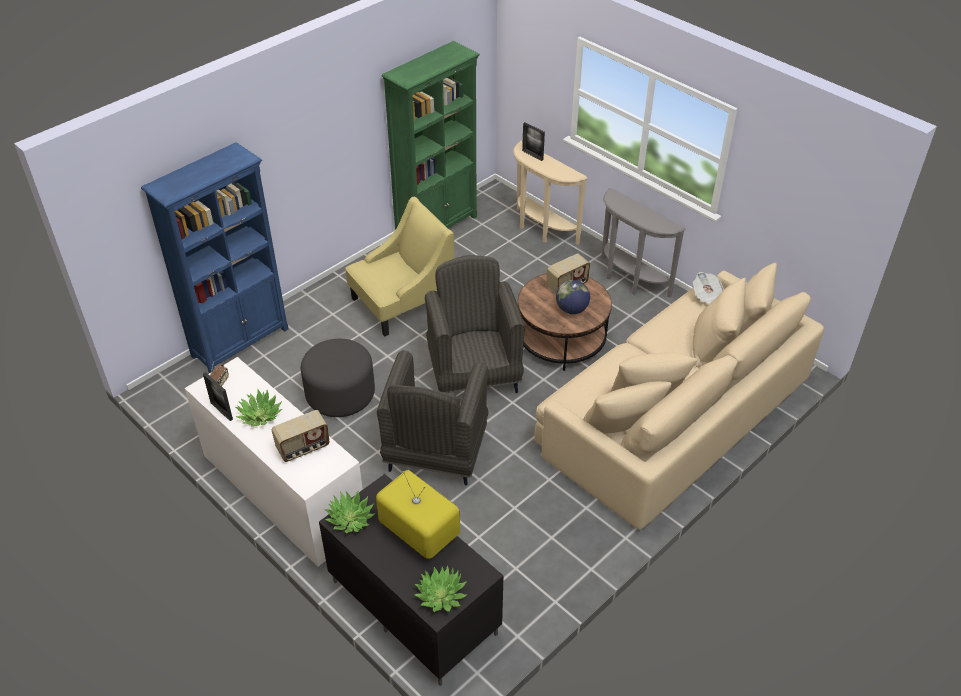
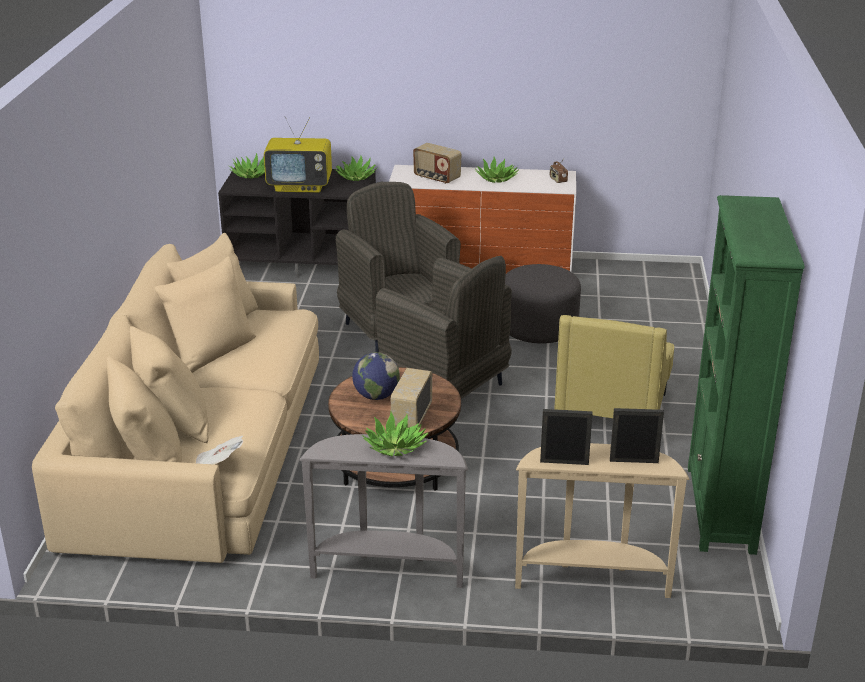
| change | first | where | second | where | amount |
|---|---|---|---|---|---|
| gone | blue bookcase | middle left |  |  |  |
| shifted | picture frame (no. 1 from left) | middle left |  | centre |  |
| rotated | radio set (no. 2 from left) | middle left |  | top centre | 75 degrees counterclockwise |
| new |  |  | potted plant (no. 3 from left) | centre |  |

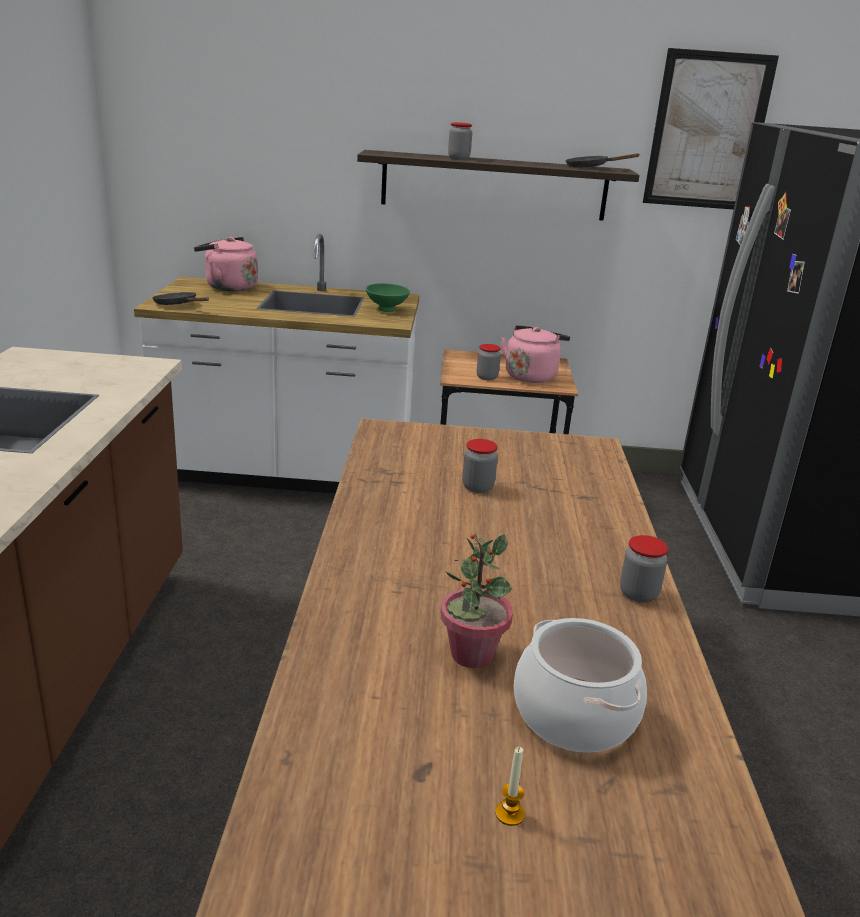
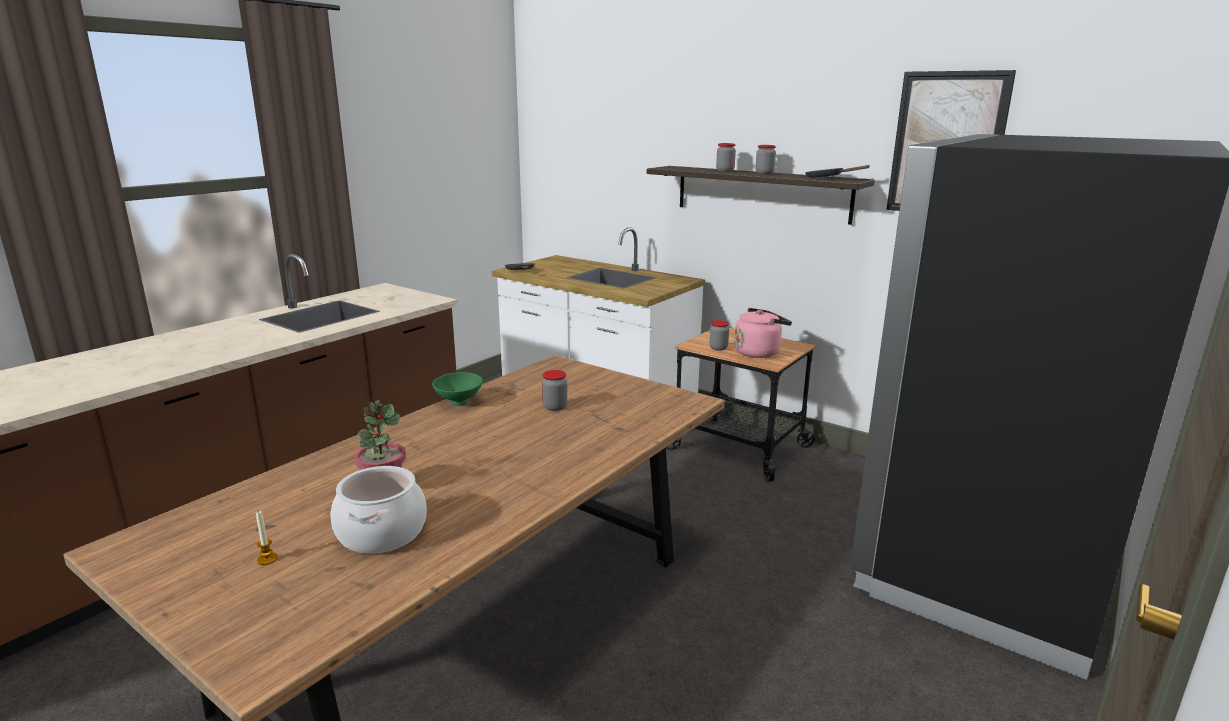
| change | first | where | second | where | amount |
|---|---|---|---|---|---|
| gone | pink kettle (no. 1 from left) | top left |  |  |  |
| shifted | green deep dish | top centre |  | centre |  |
| shifted | preserve jar (no. 4 from left) | middle right |  | top centre |  |

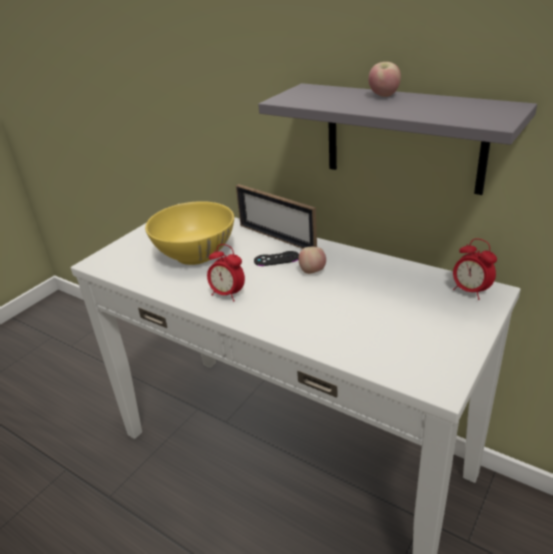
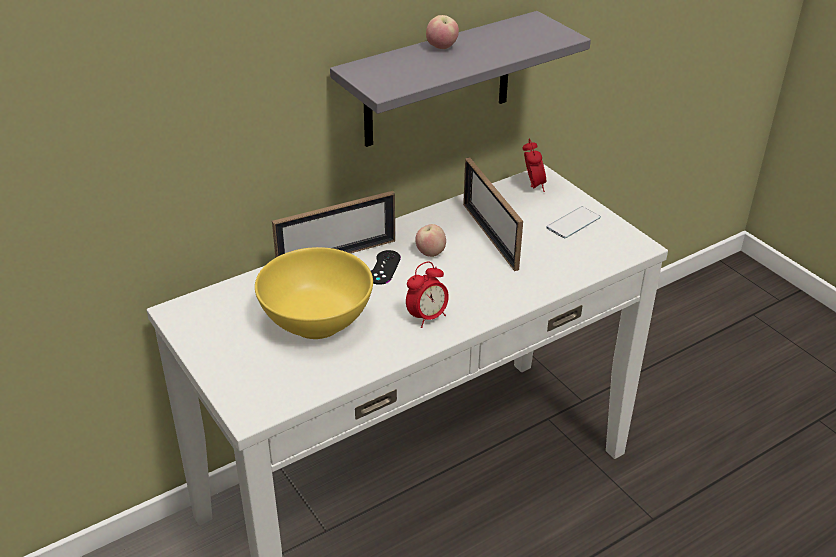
| change | first | where | second | where | amount |
|---|---|---|---|---|---|
| rotated | bedside clock (no. 2 from left) | middle right |  | top centre | 75 degrees counterclockwise |
| new |  |  | picture frame (no. 2 from left) | centre |  |
| new |  |  | handset | middle right |  |

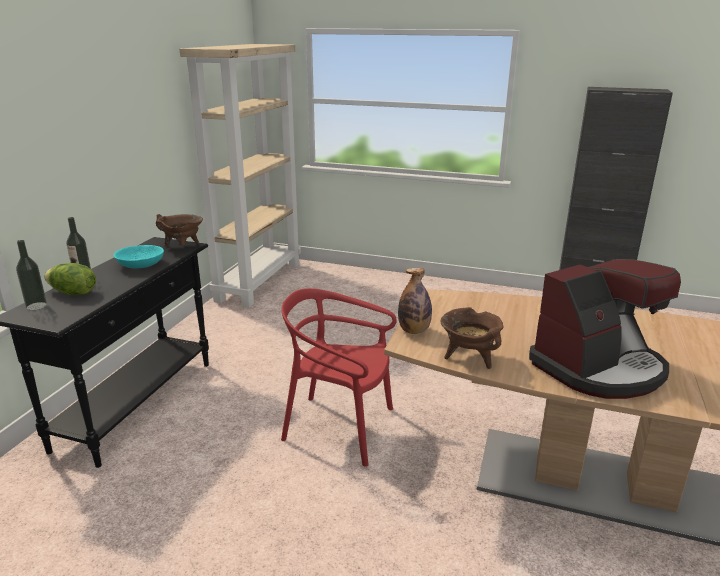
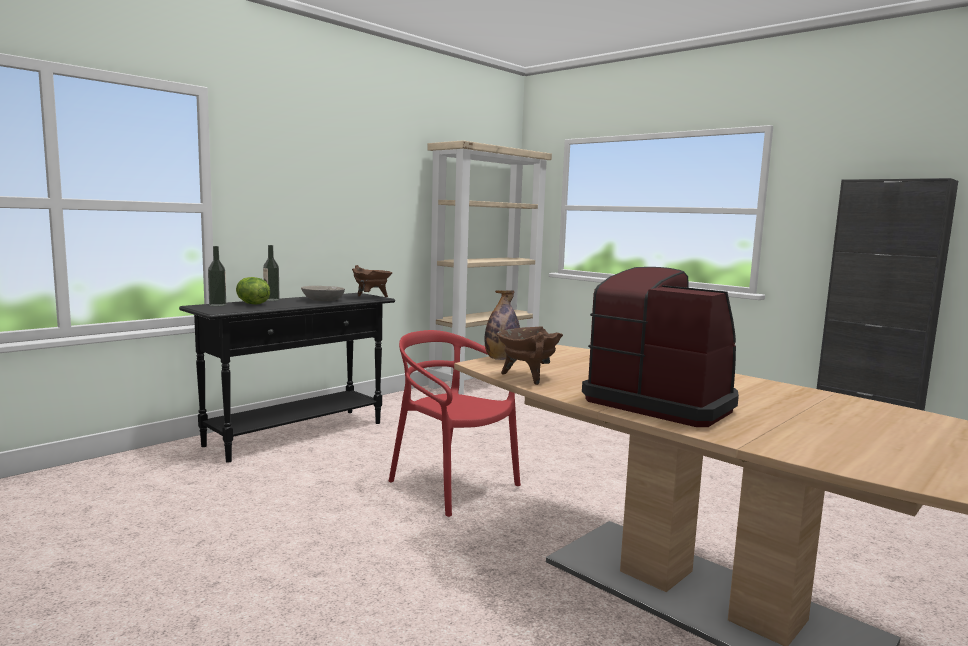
| change | first | where | second | where | amount |
|---|---|---|---|---|---|
| repainted | blue-green deep dish | middle left | grey deep dish | centre |  |
| rotated | coffee maker | middle right |  | middle right | 135 degrees counterclockwise |

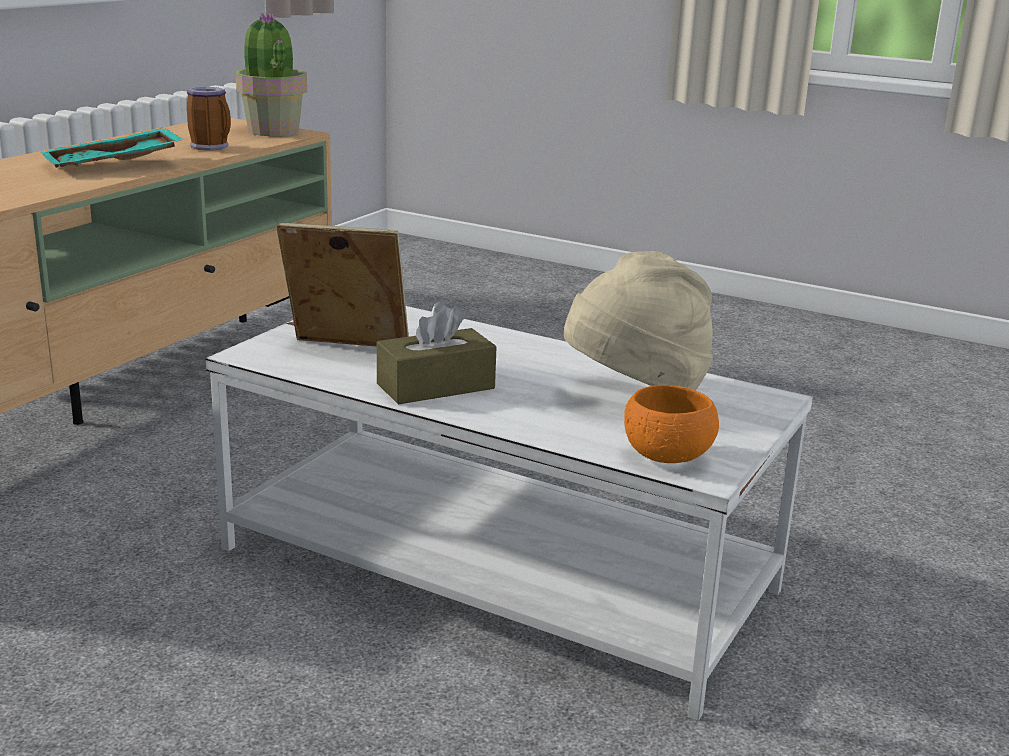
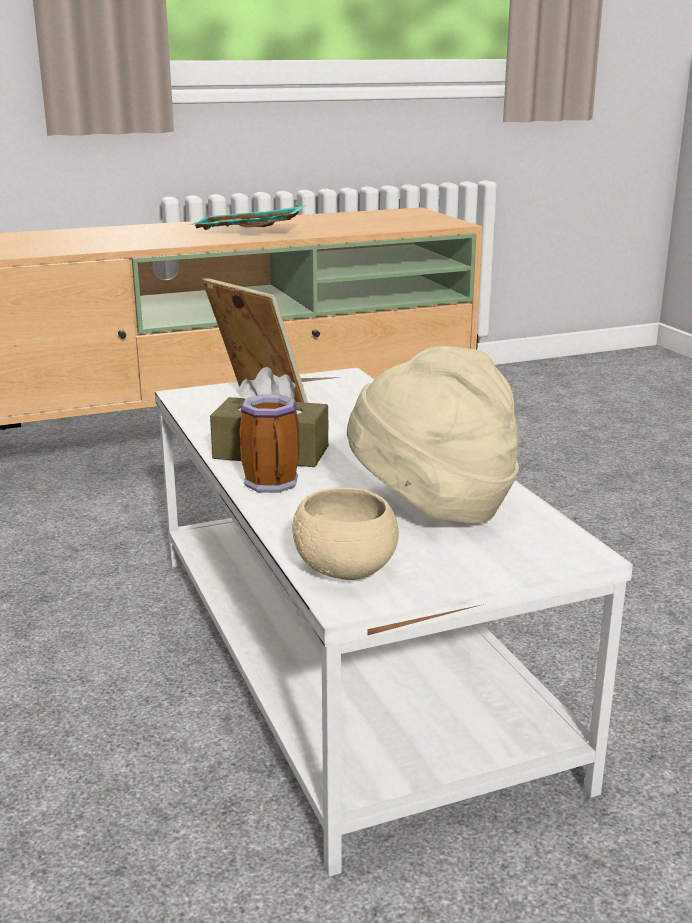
| change | first | where | second | where | amount |
|---|---|---|---|---|---|
| gone | potted plant | top left |  |  |  |
| shifted | coffee mug | top left |  | centre |  |
| repainted | orangey deep dish | centre | beige deep dish | centre |  |

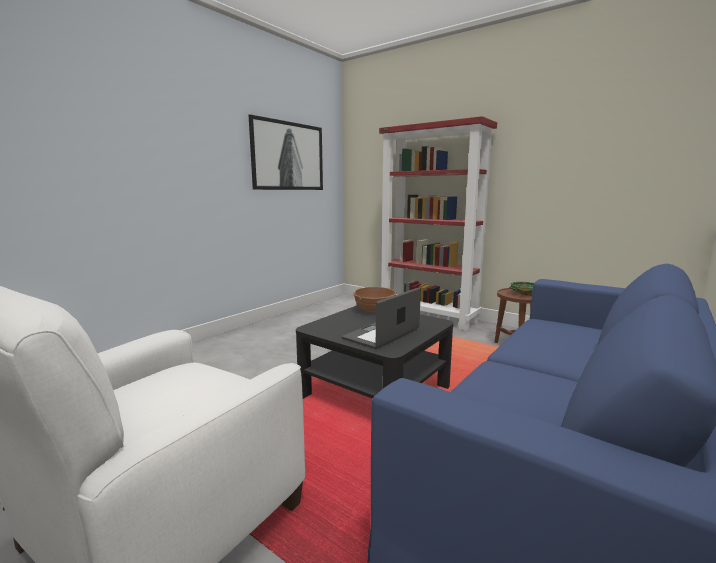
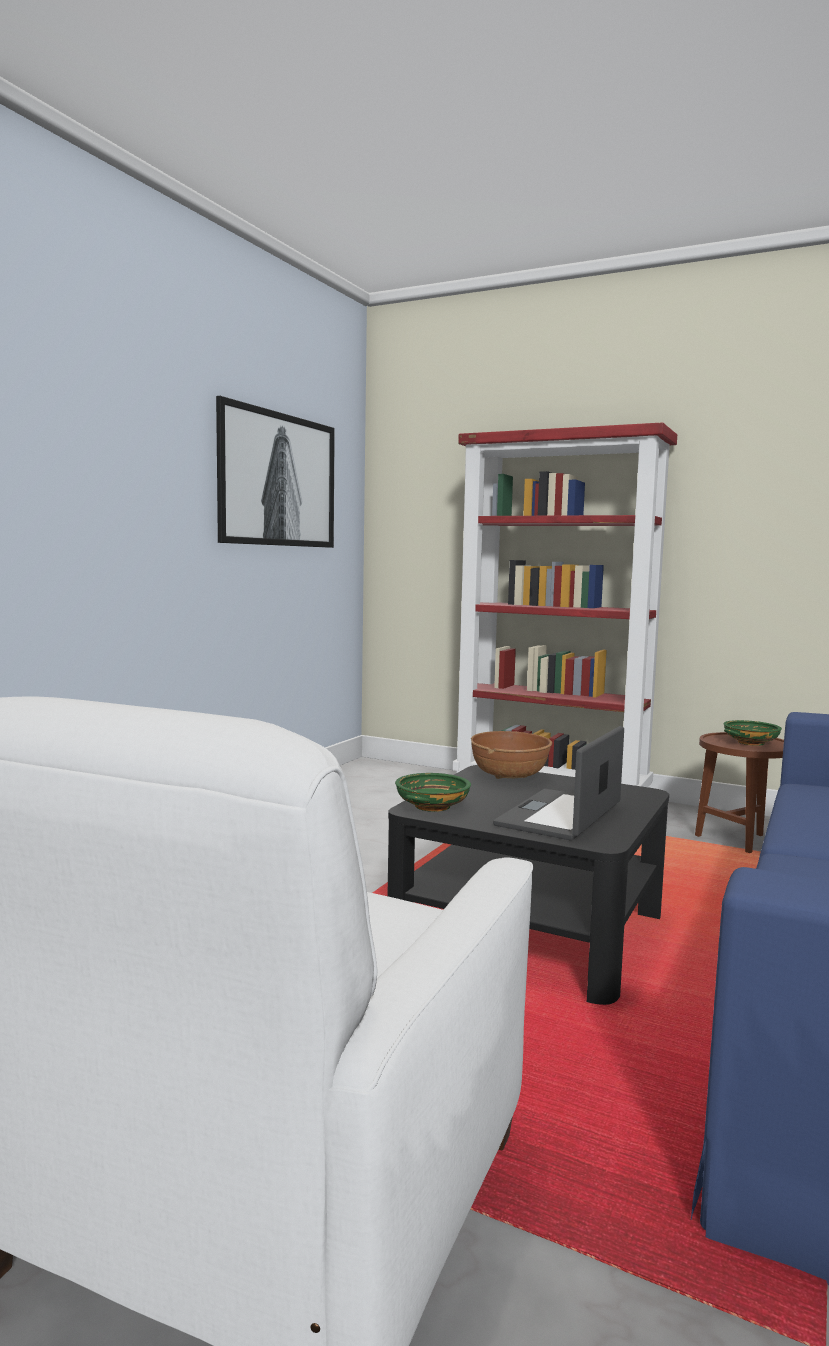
| change | first | where | second | where | amount |
|---|---|---|---|---|---|
| new |  |  | green deep dish (no. 1 from left) | centre |  |

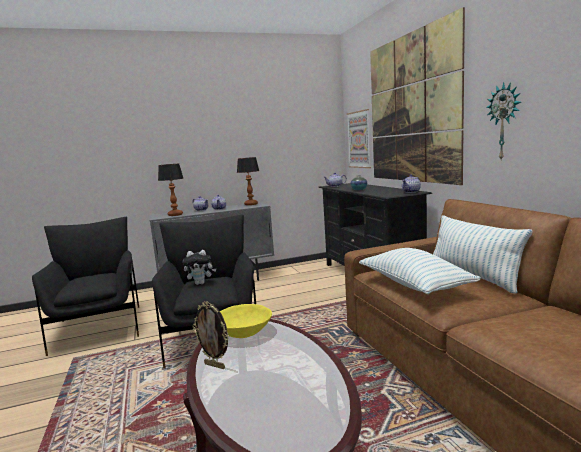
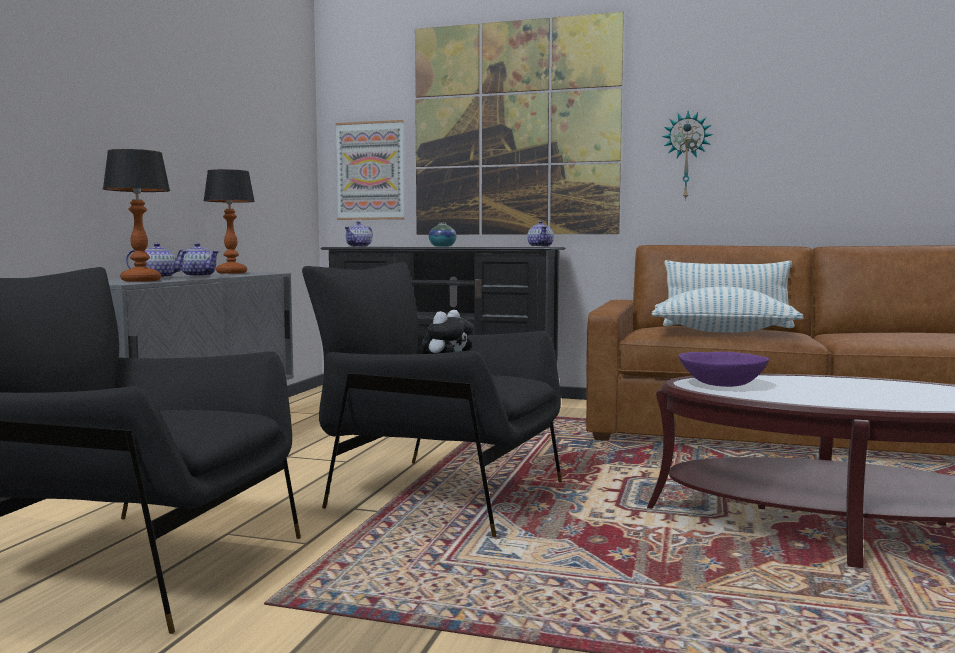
| change | first | where | second | where | amount |
|---|---|---|---|---|---|
| gone | picture frame | bottom centre |  |  |  |
| repainted | yellow-coloured deep dish | bottom centre | purple deep dish | middle right |  |

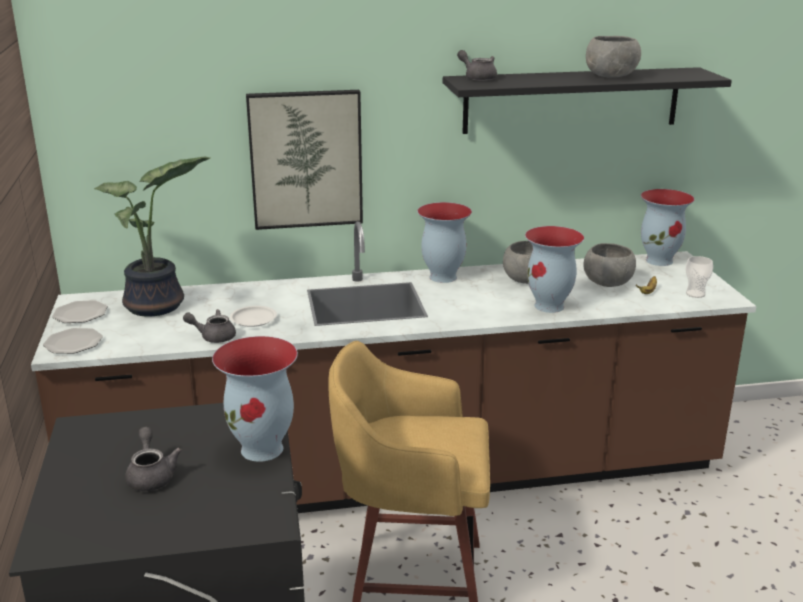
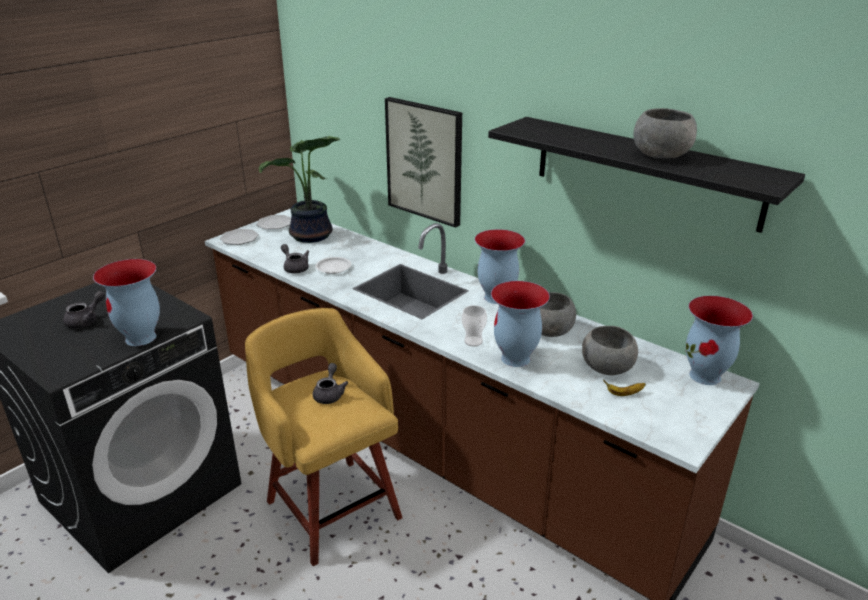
| change | first | where | second | where | amount |
|---|---|---|---|---|---|
| shifted | grey pot for tea (no. 3 from left) | top centre |  | centre |  |
| shifted | small cup | middle right |  | centre |  |

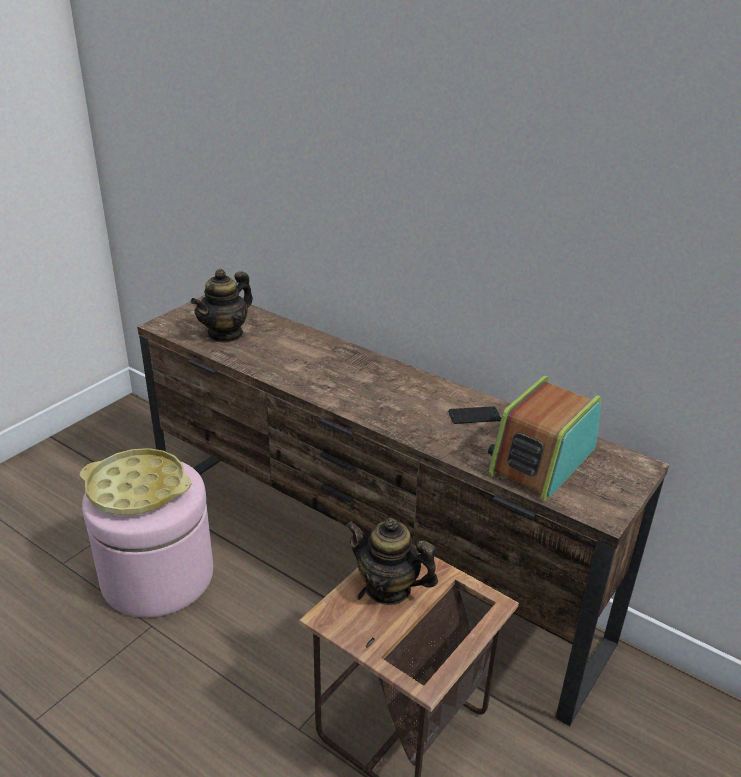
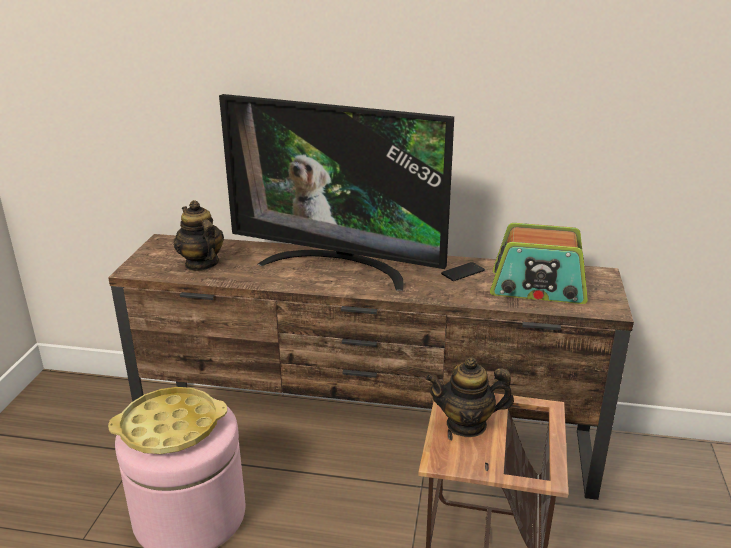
| change | first | where | second | where | amount |
|---|---|---|---|---|---|
| rotated | pot for tea (no. 1 from left) | middle left |  | middle left | 135 degrees clockwise |
| rotated | radio set | middle right |  | middle right | 90 degrees counterclockwise |
| new |  |  | TV set | centre |  |

